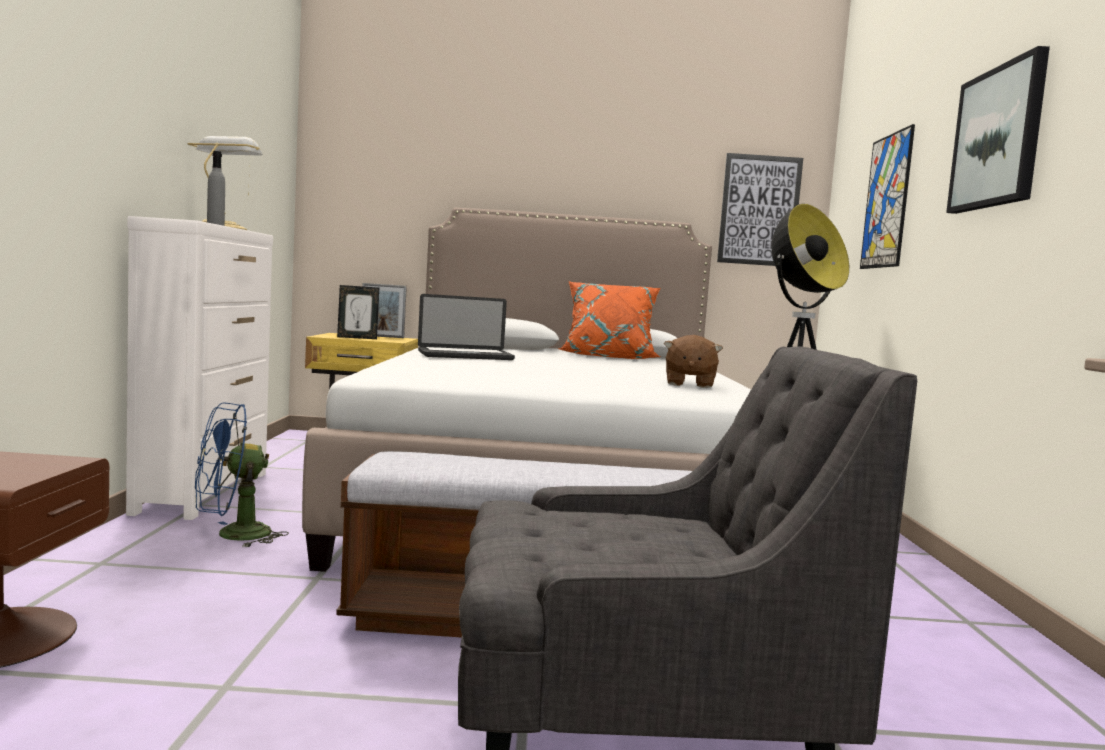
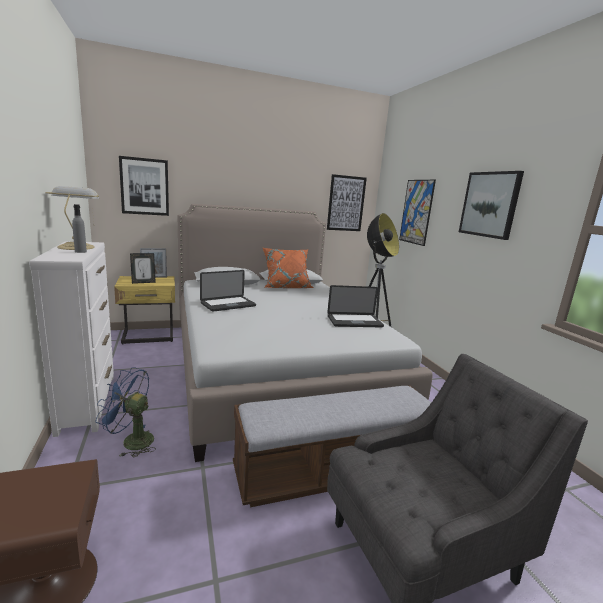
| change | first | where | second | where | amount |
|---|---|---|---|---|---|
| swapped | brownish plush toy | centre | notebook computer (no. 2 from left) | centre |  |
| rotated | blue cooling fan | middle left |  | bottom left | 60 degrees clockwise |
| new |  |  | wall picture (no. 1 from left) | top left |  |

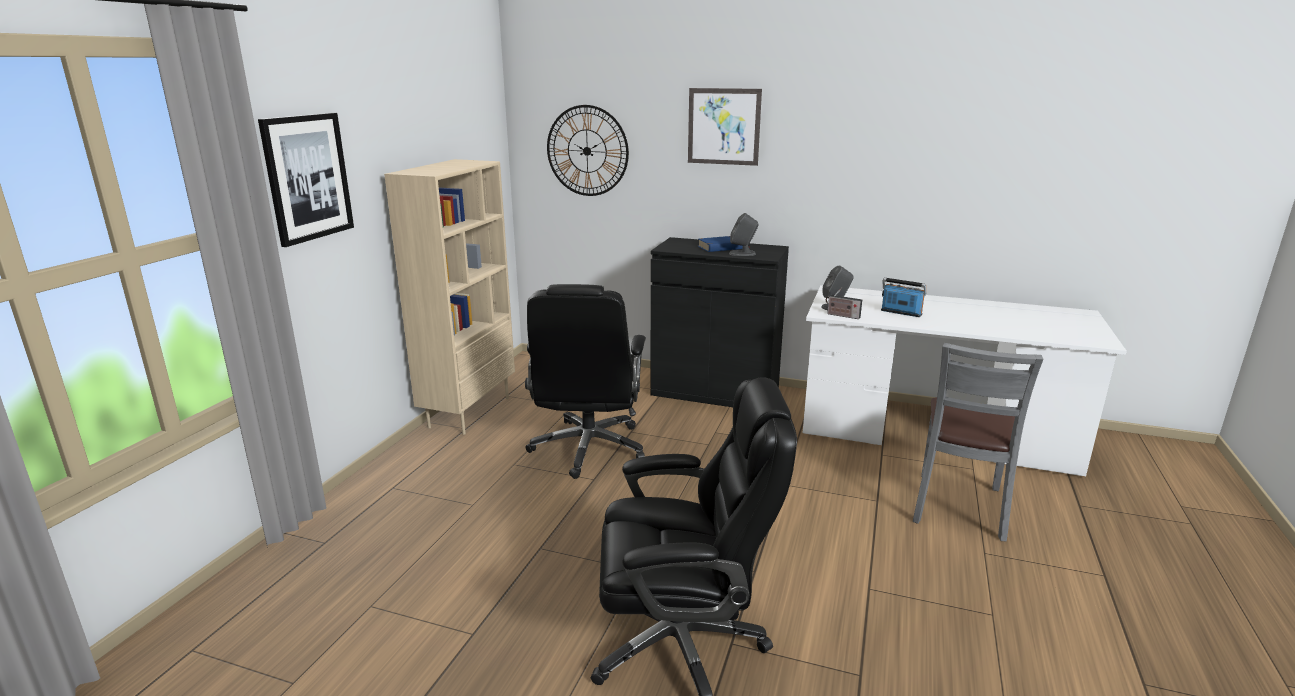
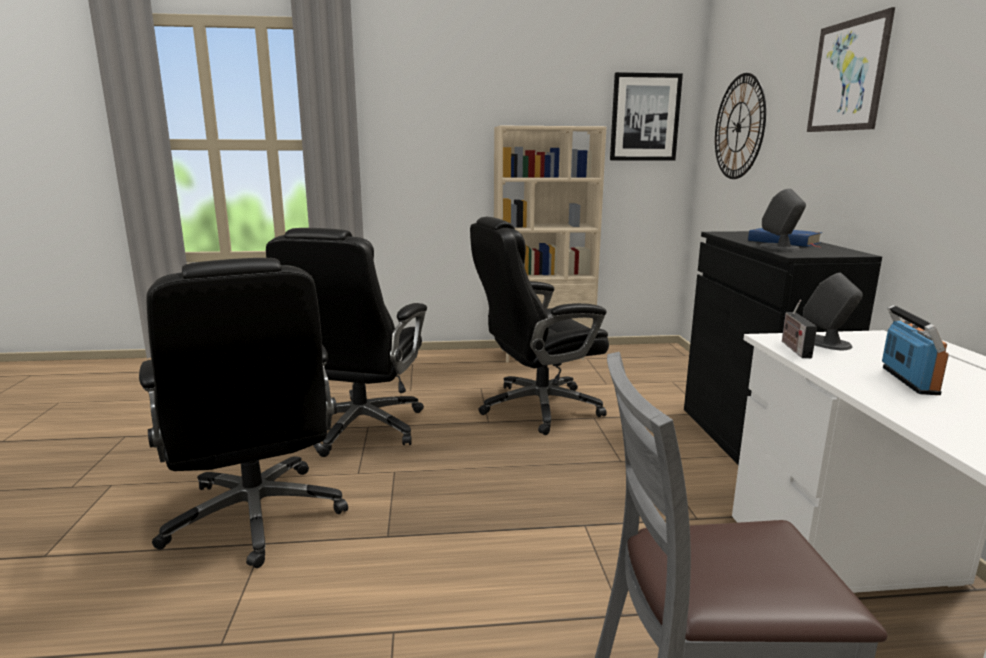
| change | first | where | second | where | amount |
|---|---|---|---|---|---|
| shifted | wall picture (no. 1 from left) | top left |  | top centre |  |
| new |  |  | blackish office chair (no. 2 from left) | centre |  |

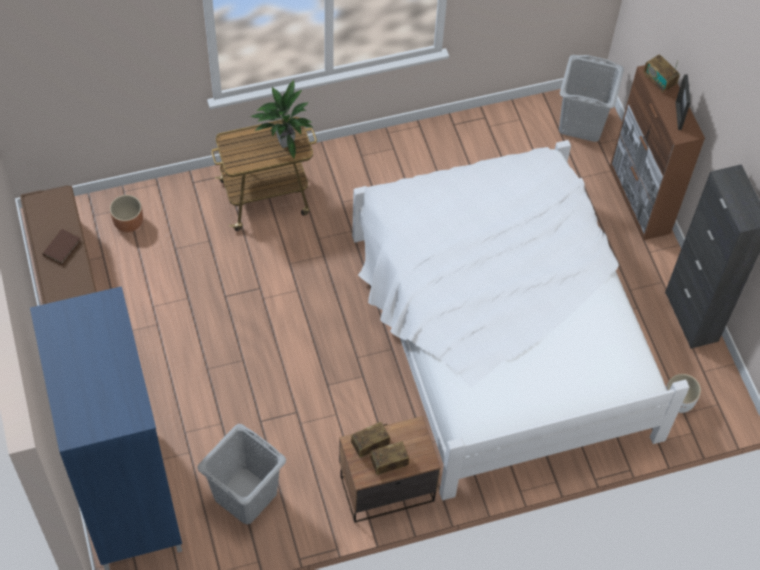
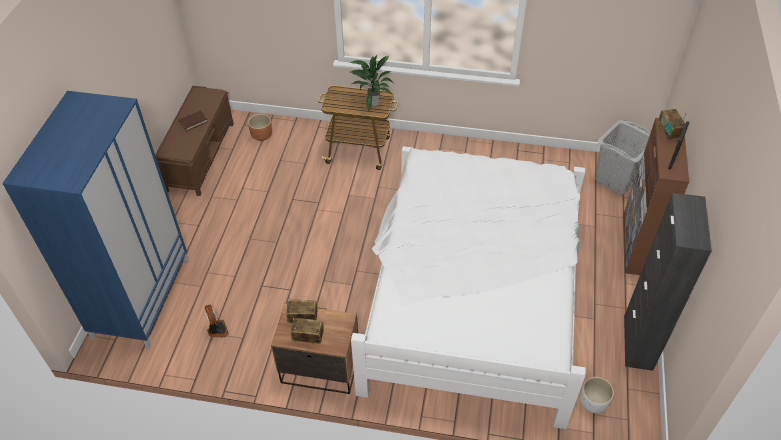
| change | first | where | second | where | amount |
|---|---|---|---|---|---|
| swapped | grey laundry basket (no. 1 from left) | bottom left | cooling fan | bottom left |  |

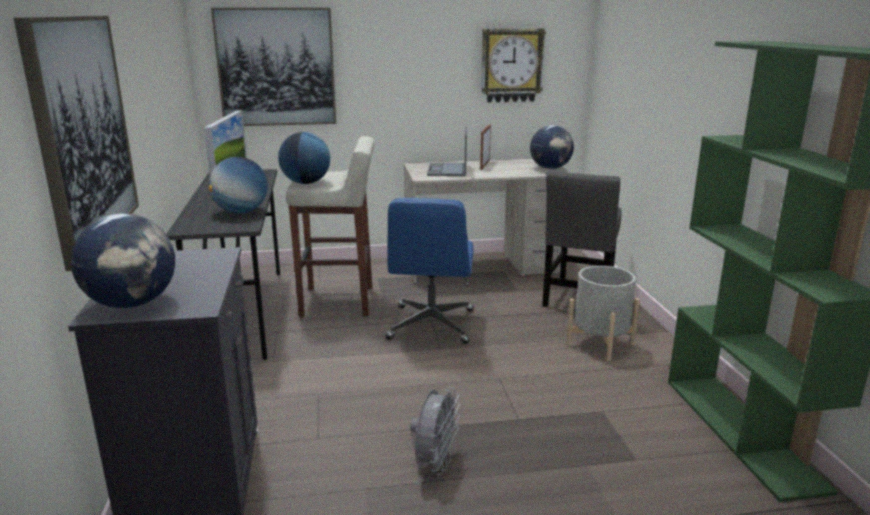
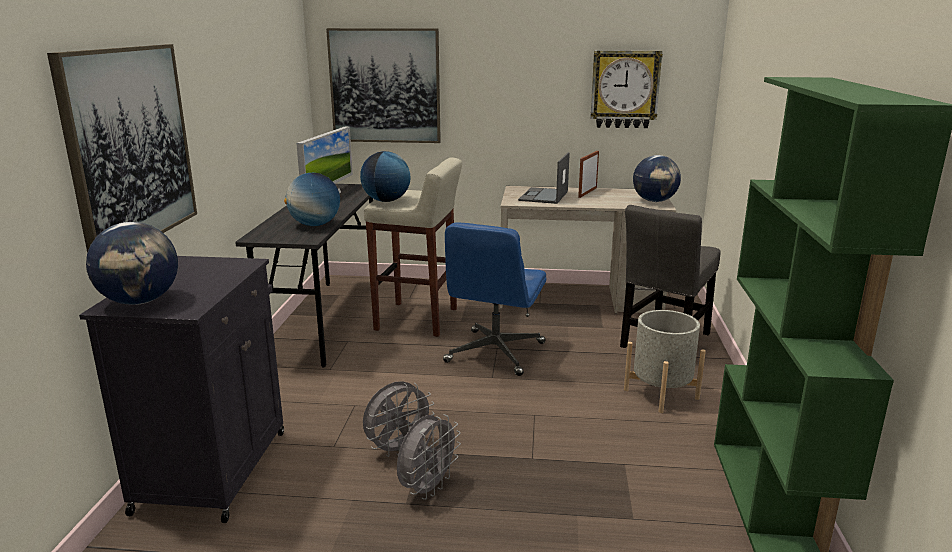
| change | first | where | second | where | amount |
|---|---|---|---|---|---|
| new |  |  | grey cooling fan (no. 1 from left) | bottom centre |  |

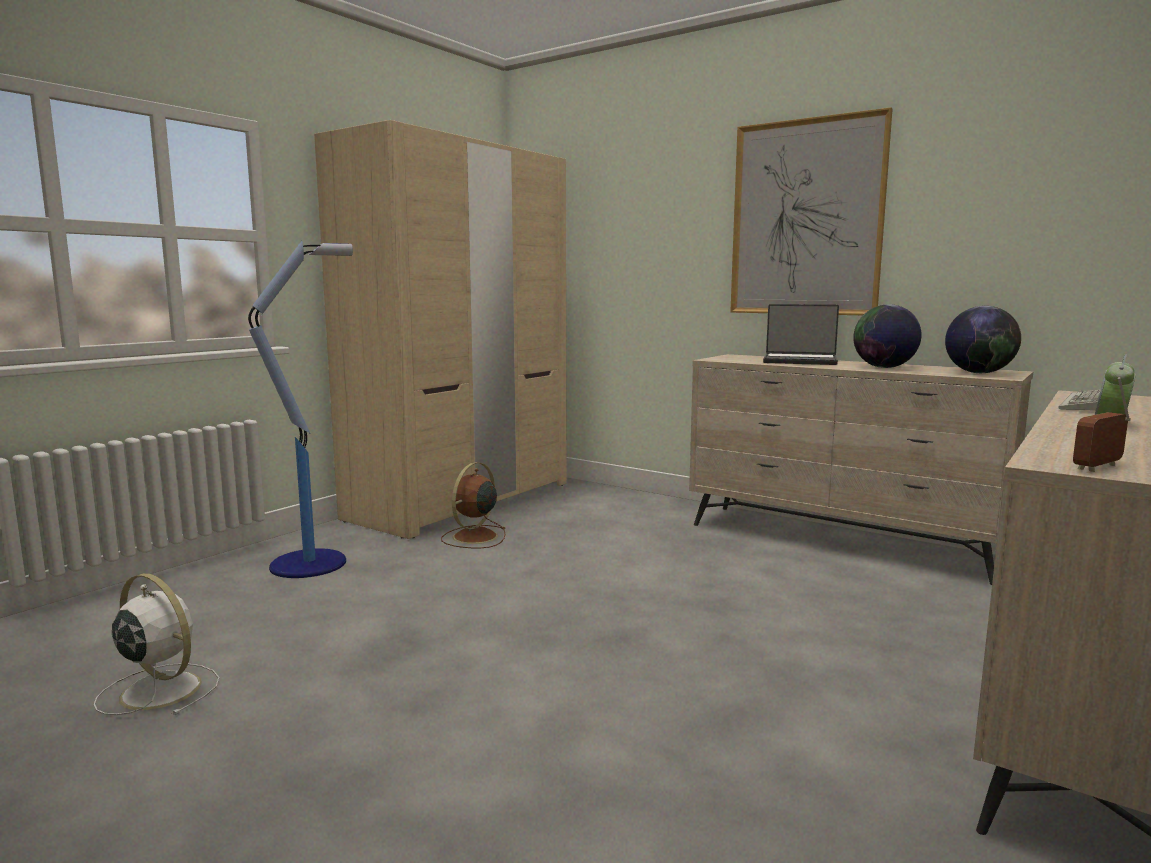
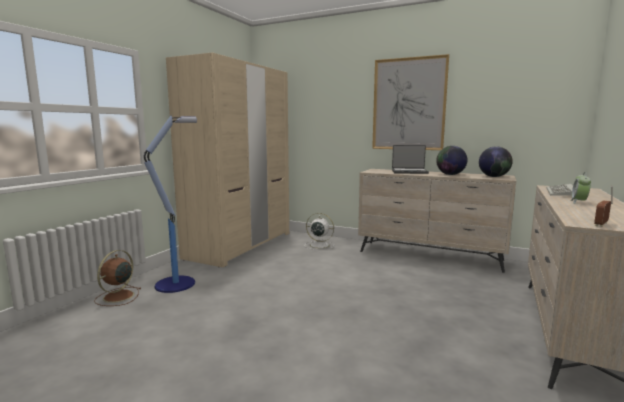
| change | first | where | second | where | amount |
|---|---|---|---|---|---|
| shifted | brownish cooling fan | centre |  | bottom left |  |
| shifted | white cooling fan | bottom left |  | centre |  |

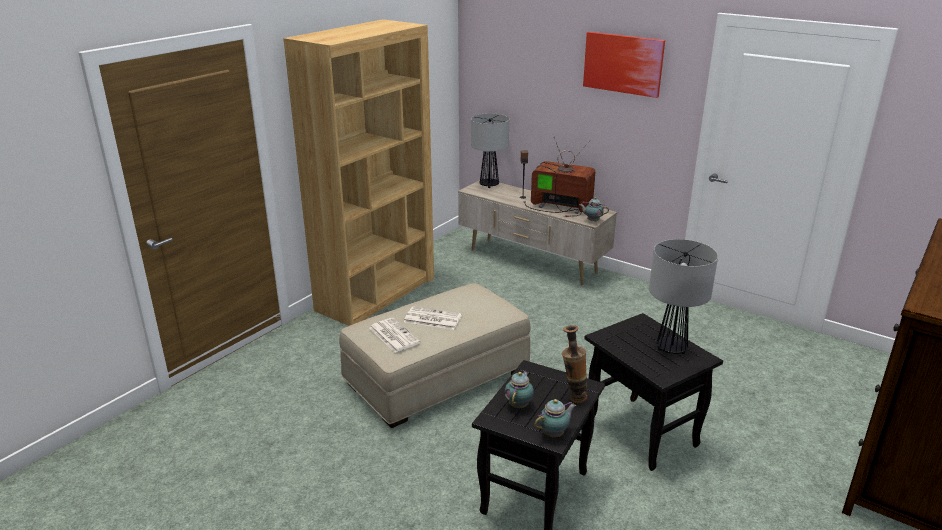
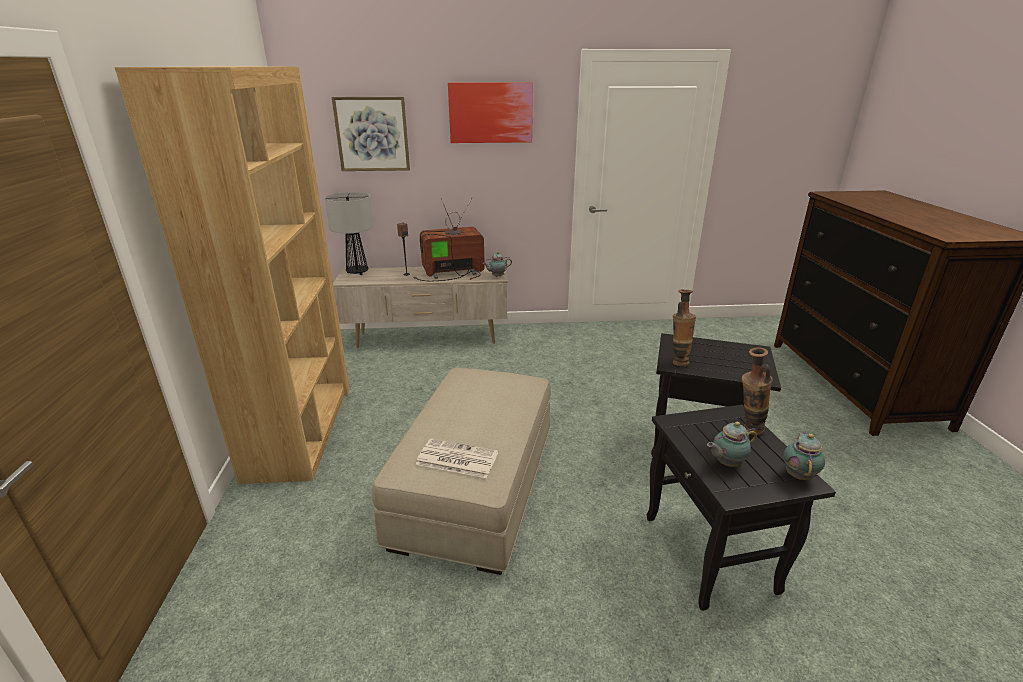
| change | first | where | second | where | amount |
|---|---|---|---|---|---|
| gone | tabletop lamp (no. 2 from left) | middle right |  |  |  |
| gone | newspaper (no. 2 from left) | centre |  |  |  |
| rotated | pot for tea (no. 1 from left in the first image) | bottom centre | pot for tea (no. 2 from left) | middle right | 90 degrees counterclockwise |
| new |  |  | wall picture (no. 1 from left) | top centre |  |
| new |  |  | flower vase (no. 1 from left) | middle right |  |

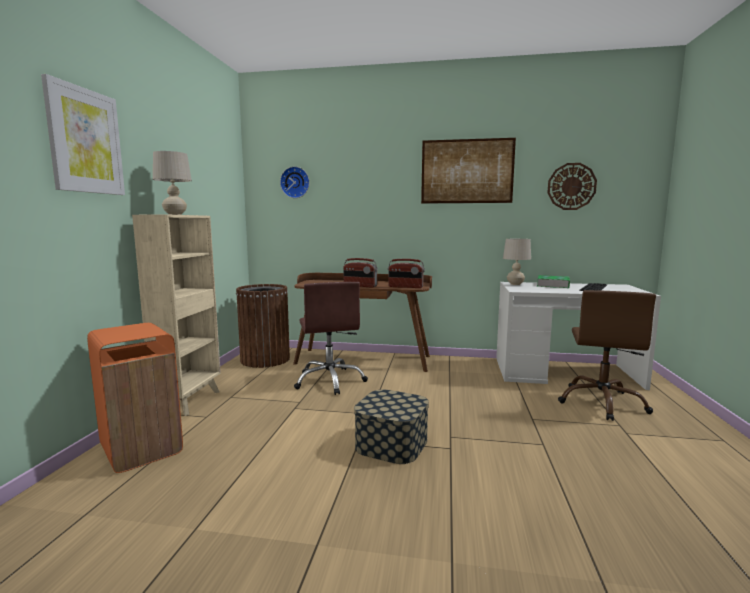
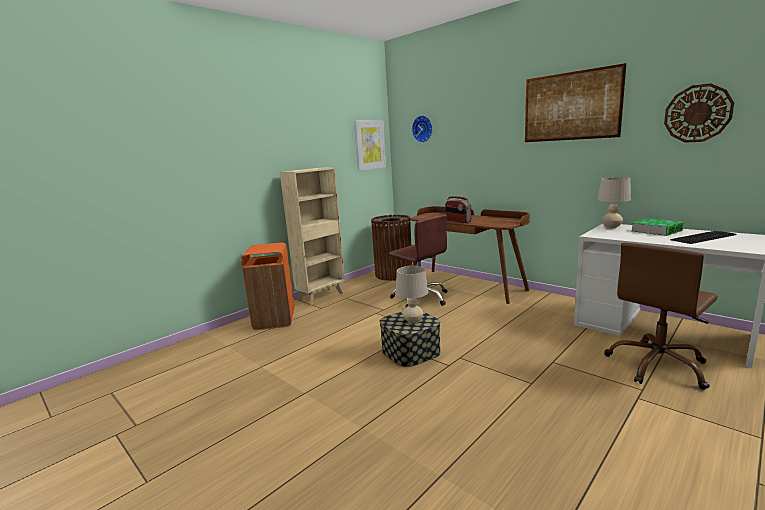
| change | first | where | second | where | amount |
|---|---|---|---|---|---|
| shifted | wall picture (no. 1 from left) | top left |  | top centre |  |
| shifted | beige tabletop lamp (no. 1 from left) | top left |  | centre |  |
| gone | radio set (no. 2 from left) | centre |  |  |  |
| rotated | brownish office chair (no. 1 from left) | centre |  | centre | 60 degrees counterclockwise |

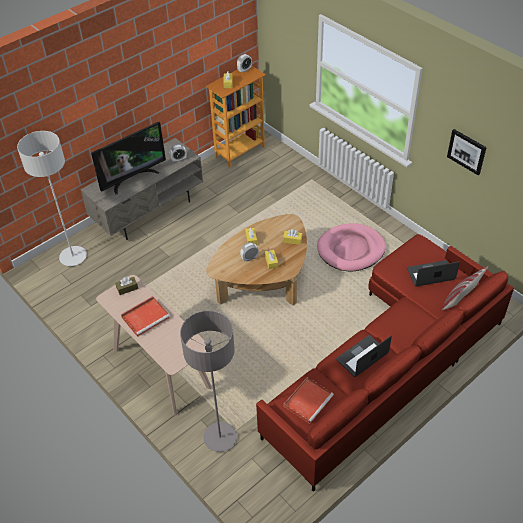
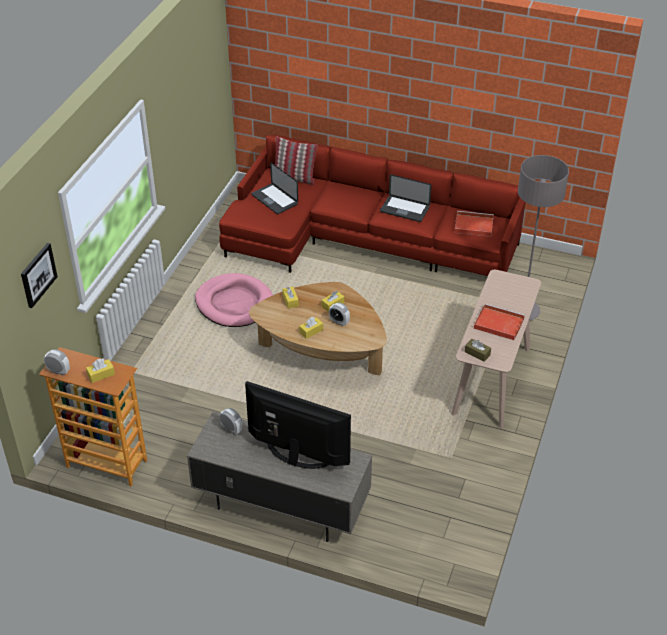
| change | first | where | second | where | amount |
|---|---|---|---|---|---|
| shifted | wall picture | top right |  | middle left |  |
| gone | grey standing lamp (no. 1 from left) | middle left |  |  |  |

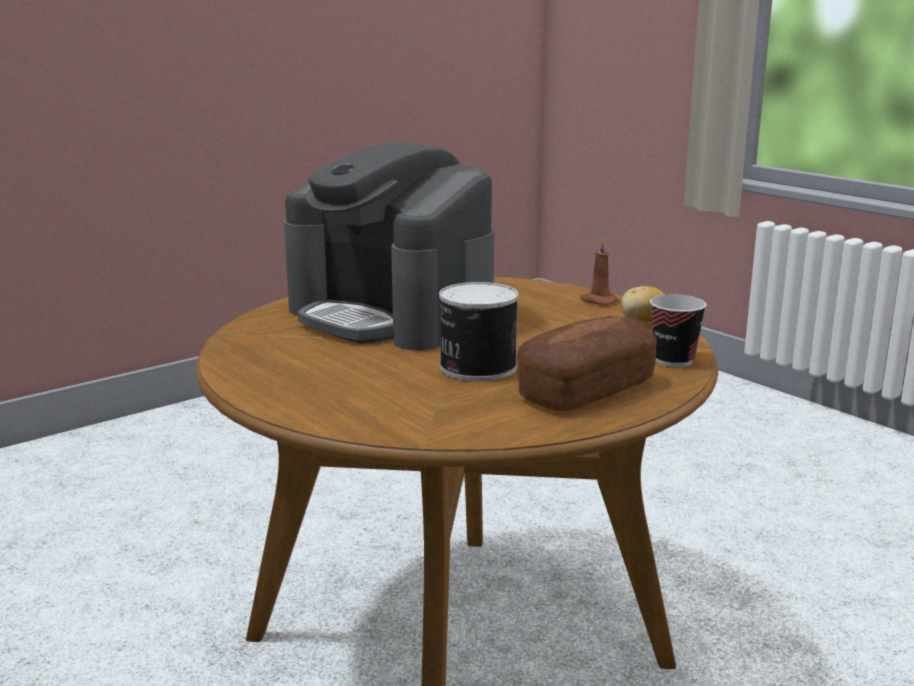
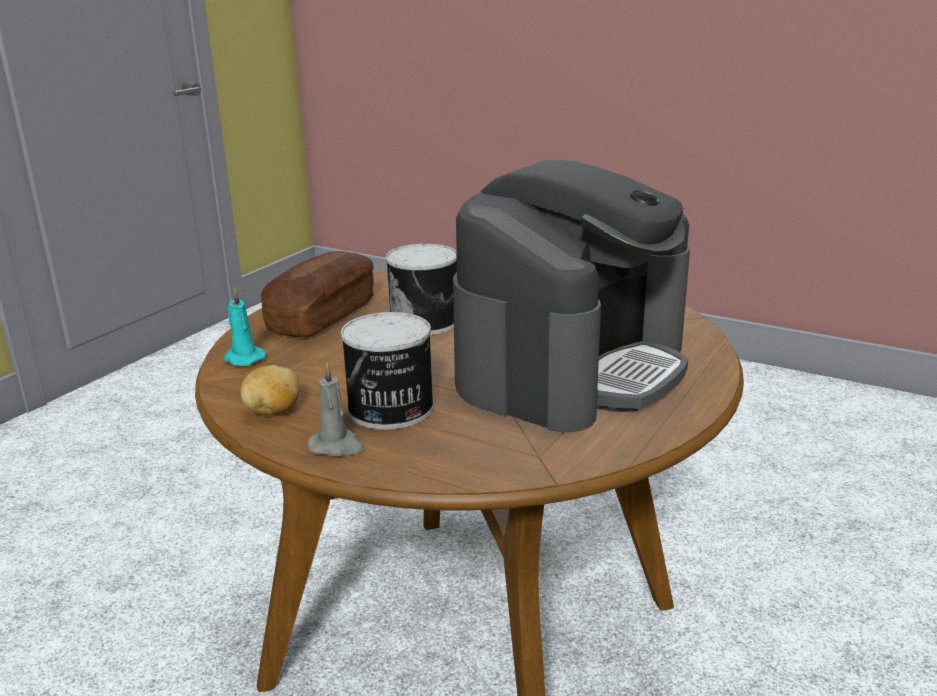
| change | first | where | second | where | amount |
|---|---|---|---|---|---|
| rotated | coffee maker | centre |  | centre | 105 degrees clockwise |
| repainted | brownish wax candle | centre | grey wax candle | centre |  |
| swapped | small cup | middle right | blue-green wax candle | middle left |  |
| new |  |  | metal can (no. 1 from left) | centre |  |

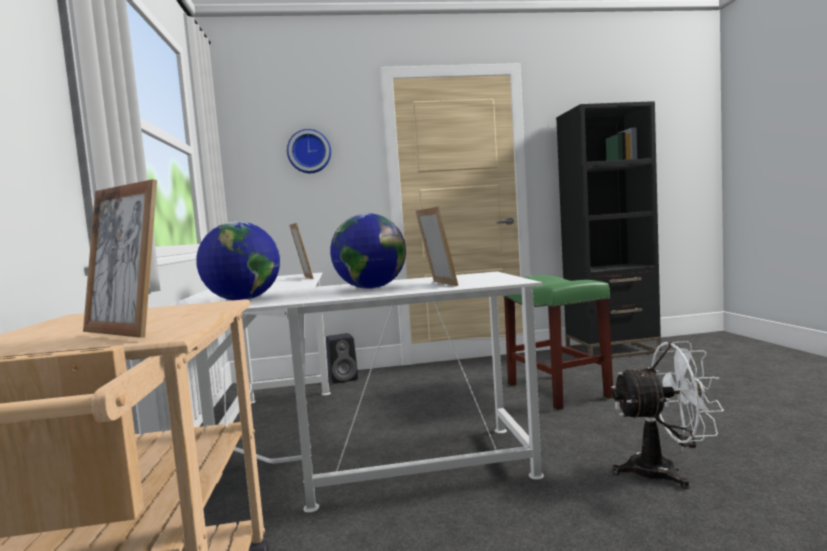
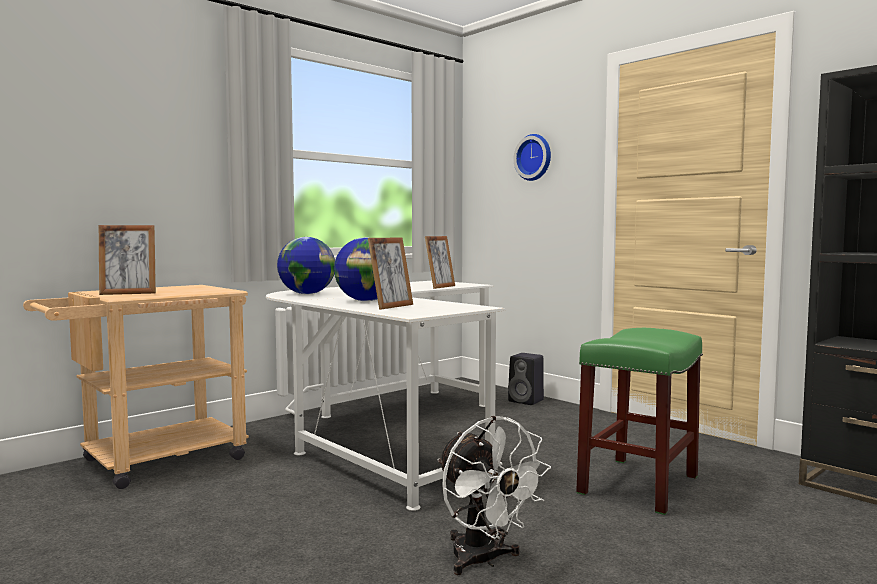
| change | first | where | second | where | amount |
|---|---|---|---|---|---|
| rotated | picture frame (no. 1 from left) | middle left |  | middle left | 105 degrees counterclockwise |

